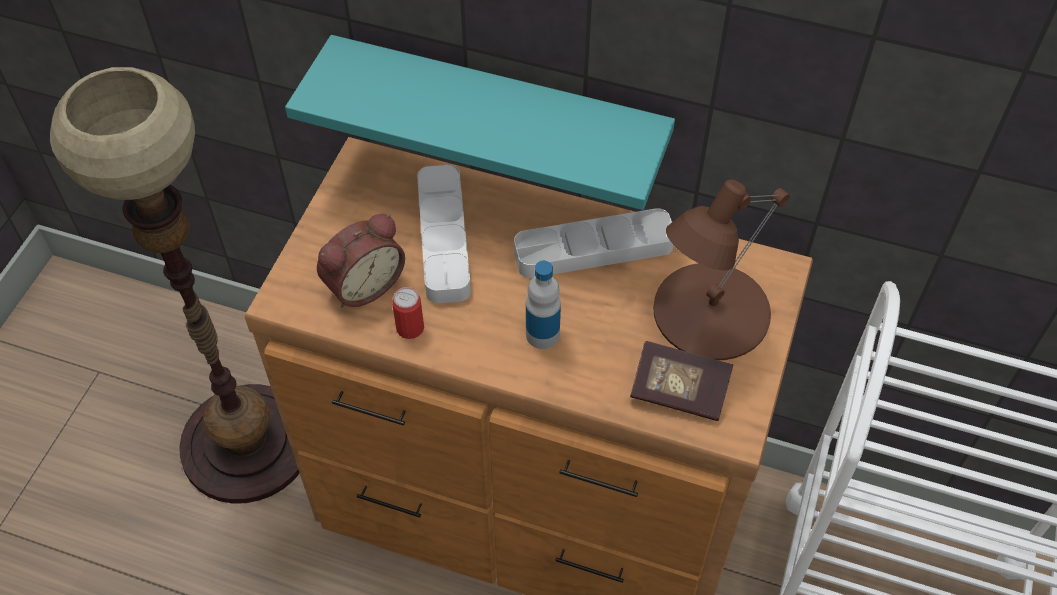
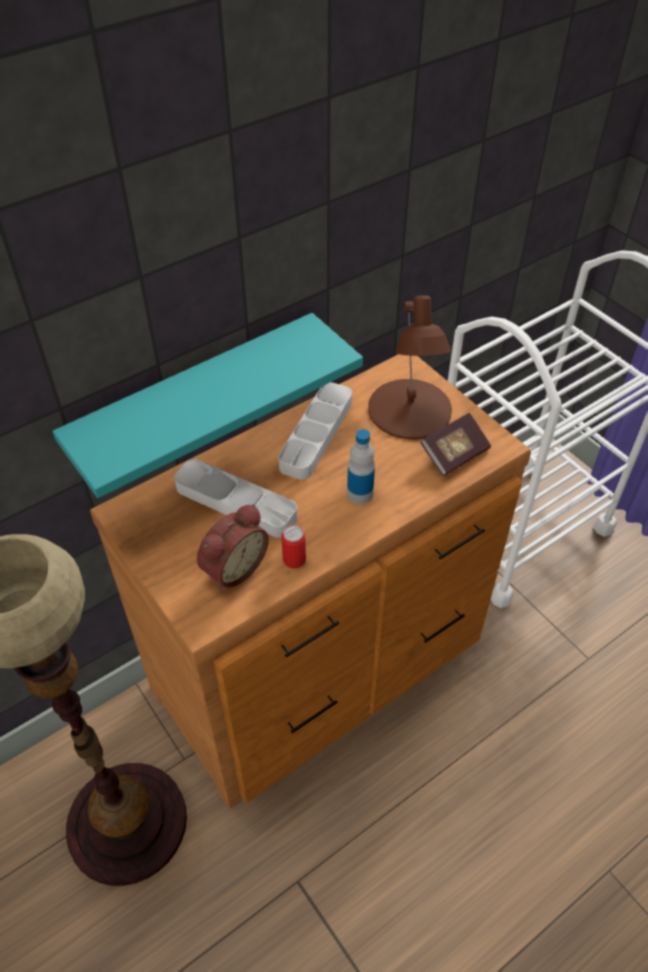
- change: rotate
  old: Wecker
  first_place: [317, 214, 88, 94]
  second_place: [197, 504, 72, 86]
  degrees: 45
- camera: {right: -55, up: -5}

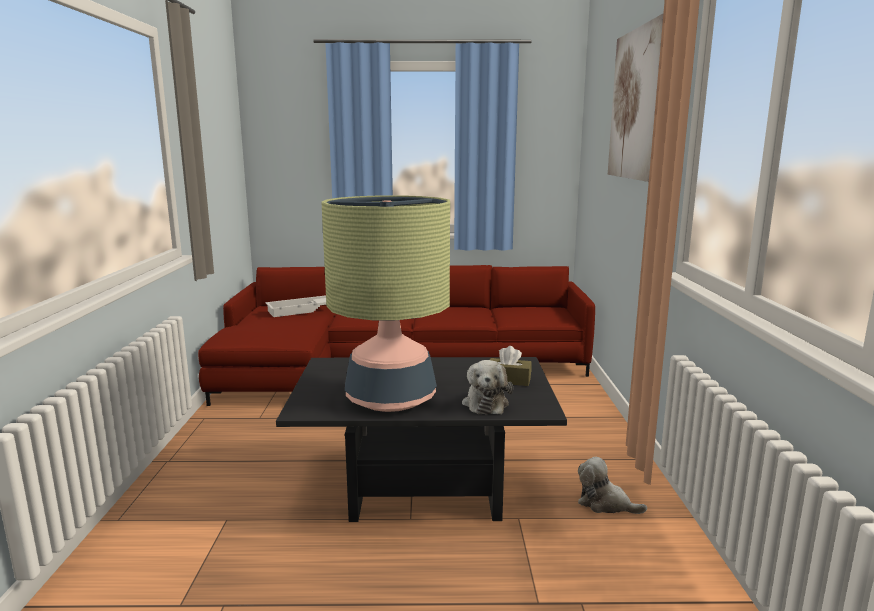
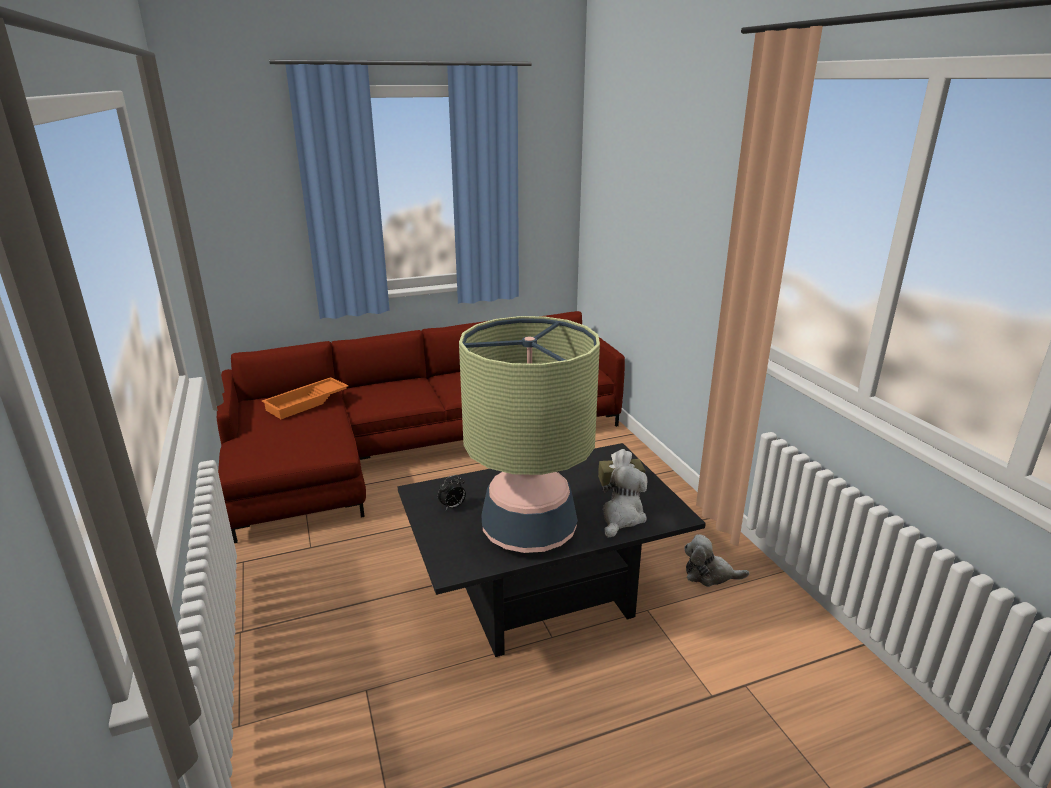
- change: recolor
  old: Tablett [weiß]
  new: Tablett [orange]
  first_place: [266, 295, 60, 22]
  second_place: [262, 377, 86, 42]
- change: rotate
  old: Plüschtier
  first_place: [462, 360, 51, 54]
  second_place: [602, 466, 46, 72]
  degrees: -135
- change: delete
  old: Bild
  first_place: [608, 14, 55, 168]
- change: insert
  new: Wecker
  second_place: [438, 475, 28, 35]
- camera: {right: -20, up: 10}

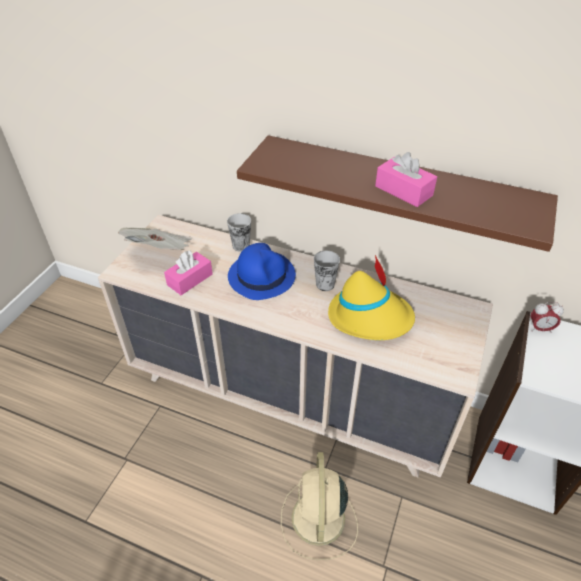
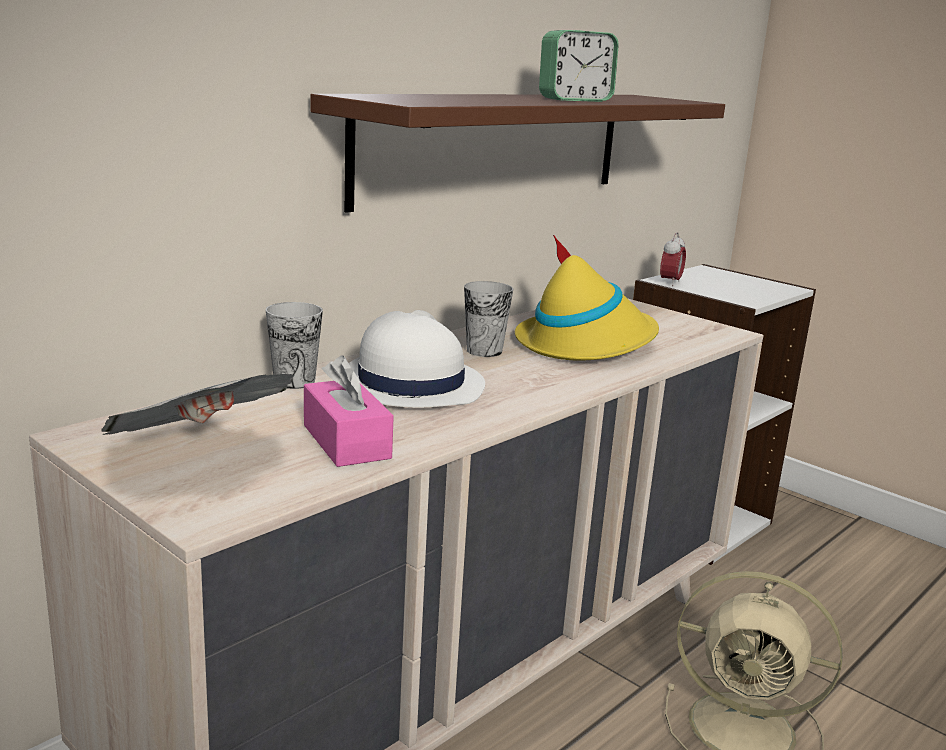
- change: recolor
  old: Hut [blau]
  new: Hut [weiß]
  first_place: [228, 243, 68, 57]
  second_place: [349, 310, 136, 97]
- change: replace
  old: Taschentuchbox [rosa]
  new: Wecker
  first_place: [375, 152, 62, 55]
  second_place: [539, 30, 80, 72]
- camera: {right: -70, up: -25}

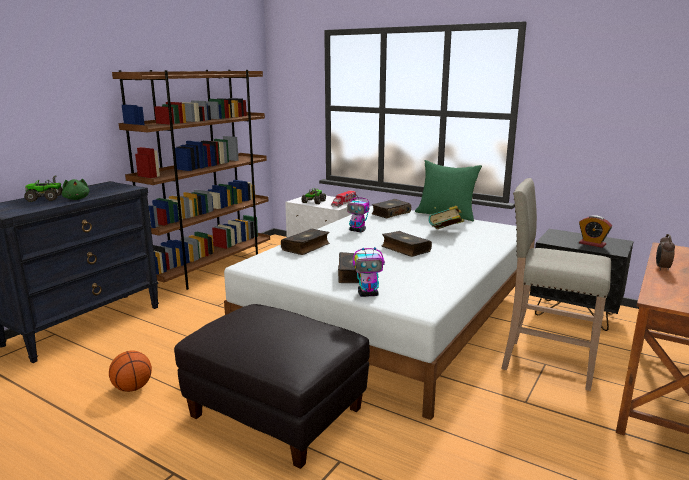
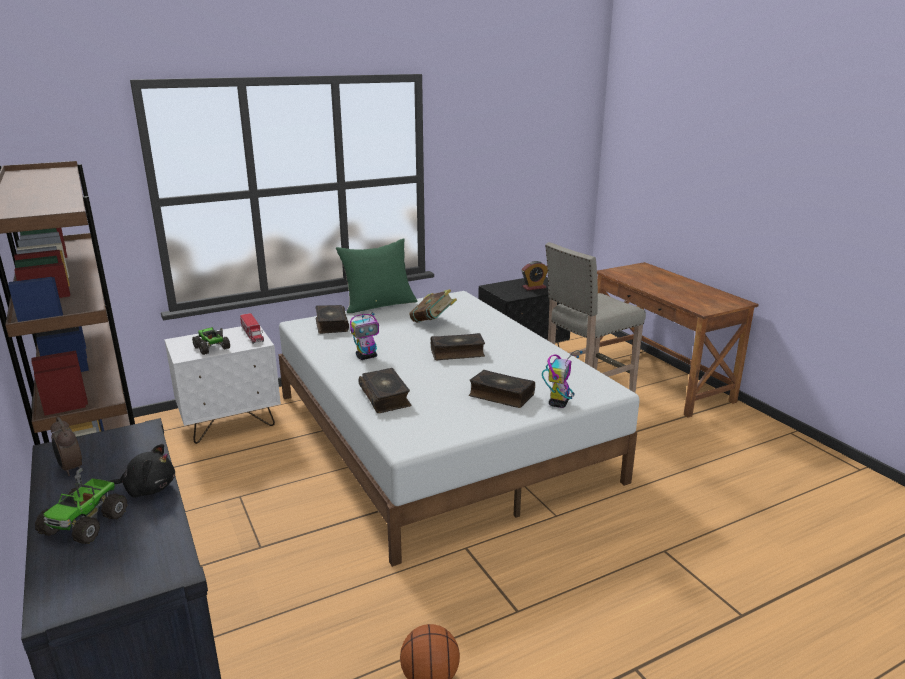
- change: recolor
  old: Plüschtier [grün]
  new: Plüschtier [schwarz]
  first_place: [62, 179, 27, 21]
  second_place: [110, 444, 65, 53]
- change: delete
  old: Polsterhocker [schwarz]
  first_place: [174, 304, 196, 165]
- change: move
  old: Wecker
  first_place: [656, 234, 19, 37]
  second_place: [50, 417, 32, 59]
- camera: {right: -60, up: 5}

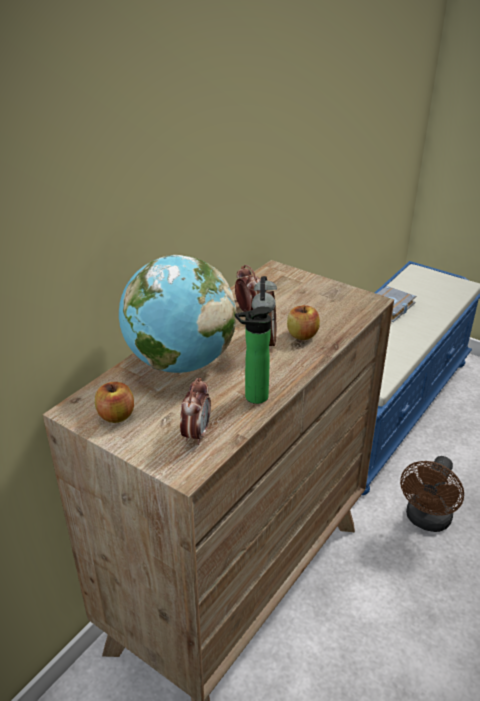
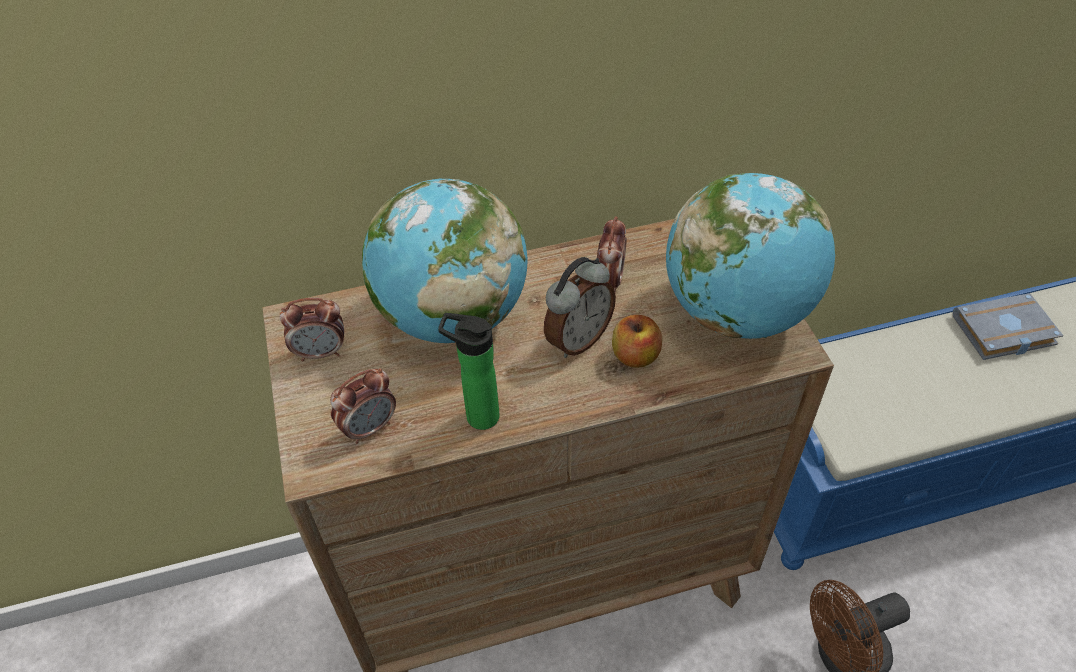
- change: replace
  old: Apfel
  new: Wecker
  first_place: [95, 382, 39, 41]
  second_place: [280, 298, 64, 63]
- change: insert
  new: Globus
  second_place: [666, 173, 169, 166]
- camera: {right: 40, up: 15}

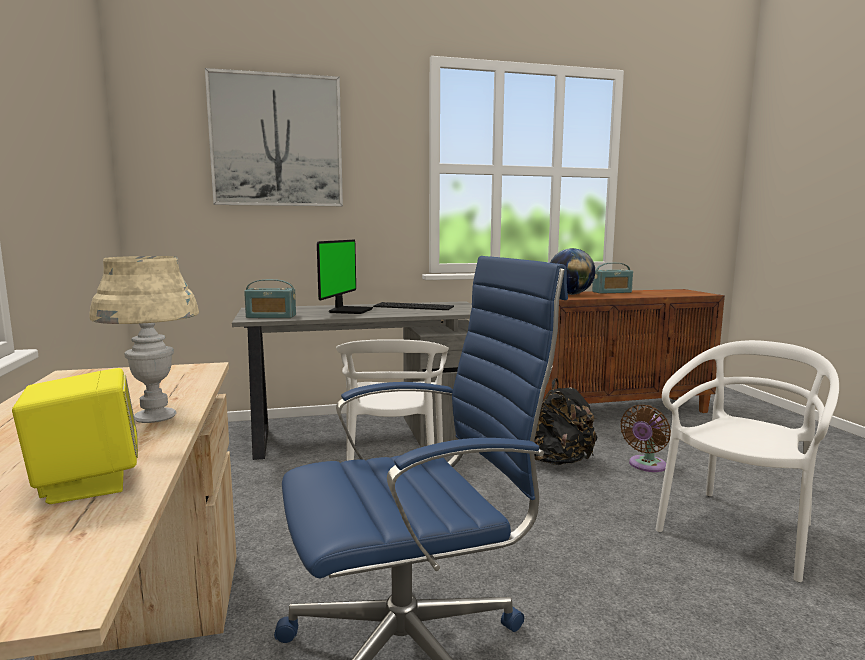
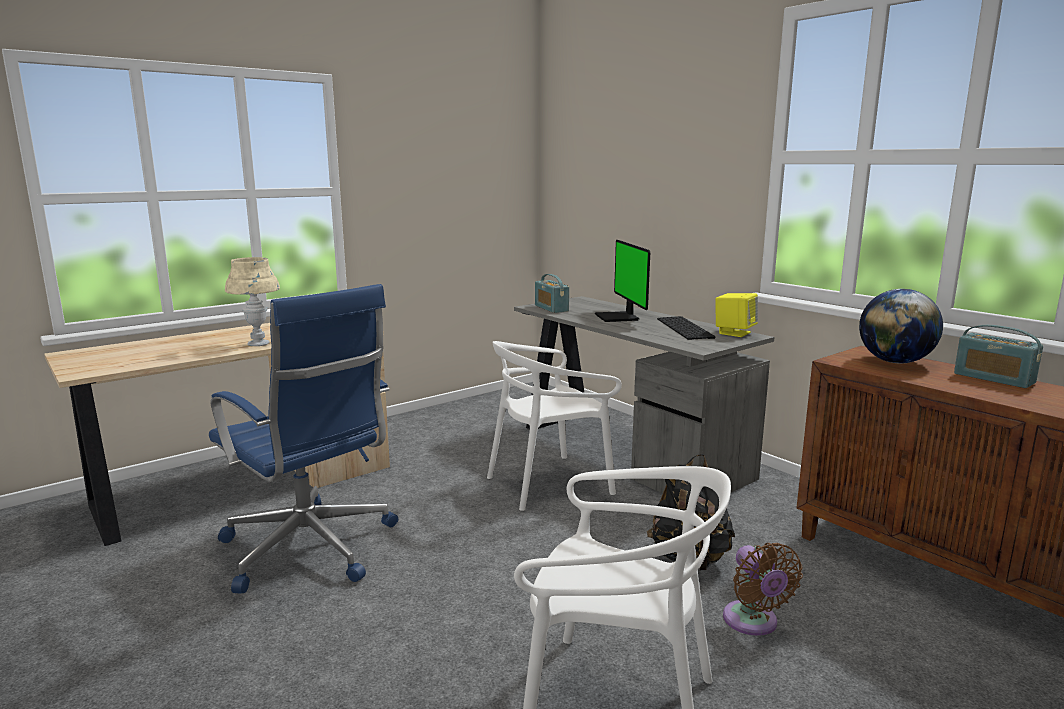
- change: move
  old: Lautsprecher [gelb]
  first_place: [12, 368, 126, 136]
  second_place: [715, 293, 43, 44]
- change: delete
  old: Bild
  first_place: [205, 68, 138, 138]
- change: rotate
  old: Monitor
  first_place: [317, 240, 56, 74]
  second_place: [595, 240, 55, 82]
  degrees: 90
- change: rotate
  old: Ventilator [braun]
  first_place: [620, 405, 51, 67]
  second_place: [723, 543, 80, 93]
  degrees: -120
- camera: {right: 65, up: 5}

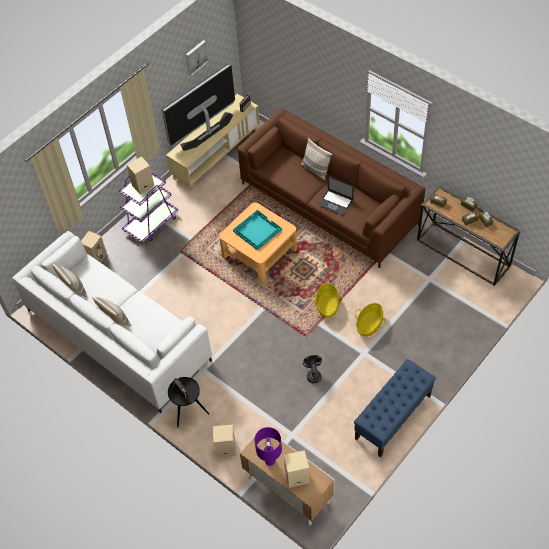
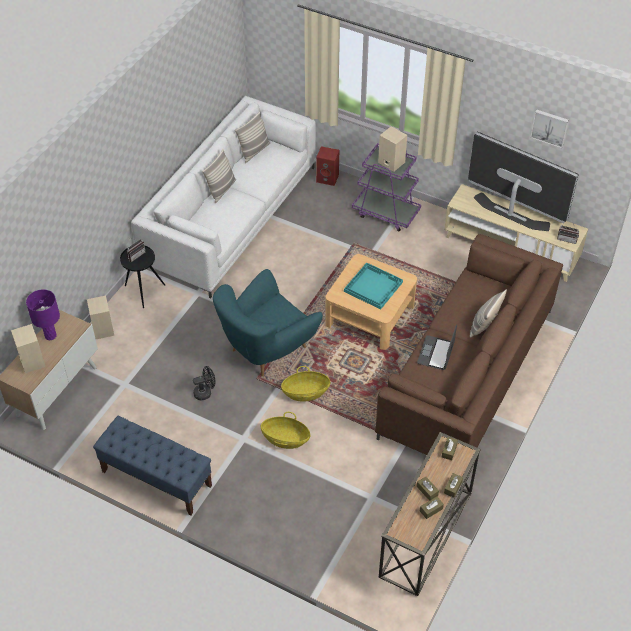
- change: recolor
  old: Lautsprecher [beige]
  new: Lautsprecher [rot]
  first_place: [81, 231, 26, 32]
  second_place: [316, 146, 23, 40]
- change: insert
  new: Sessel [türkis]
  second_place: [213, 269, 110, 108]
- camera: {right: 75, up: -5}

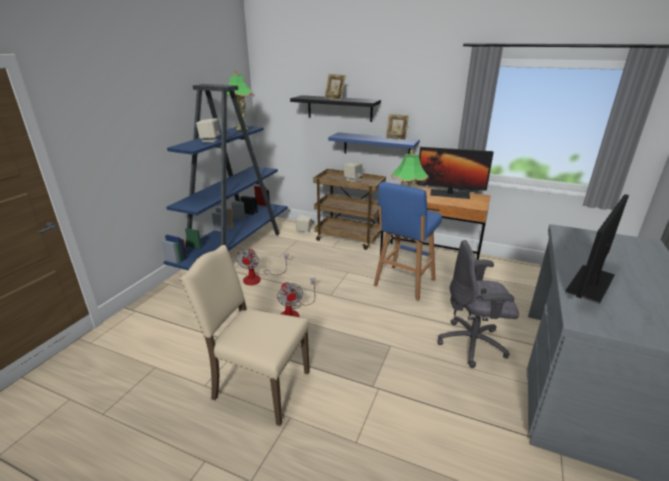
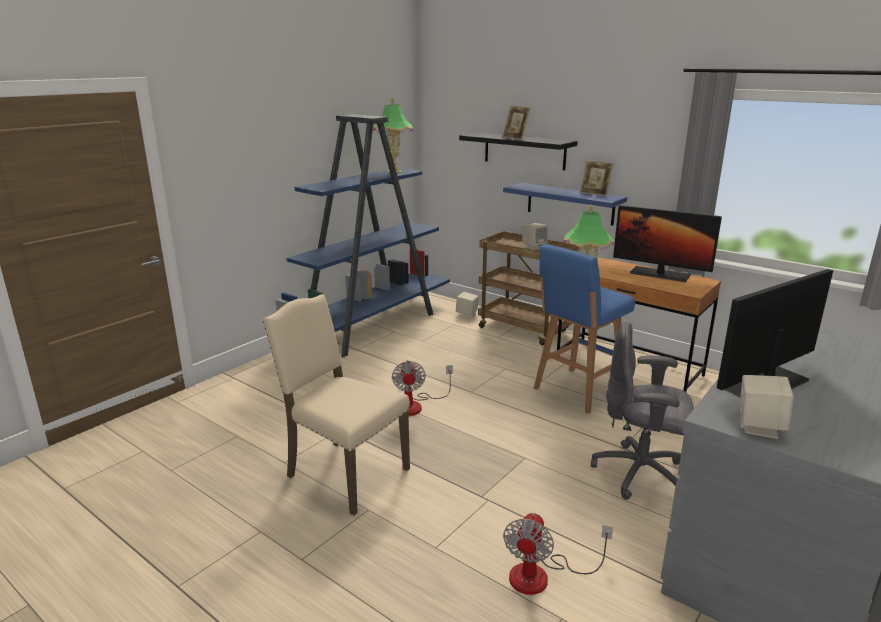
- change: move
  old: Lautsprecher [beige]
  first_place: [196, 118, 25, 24]
  second_place: [739, 375, 55, 64]
- change: move
  old: Ventilator
  first_place: [236, 248, 53, 37]
  second_place: [503, 513, 110, 82]
- camera: {right: 15, up: -5}

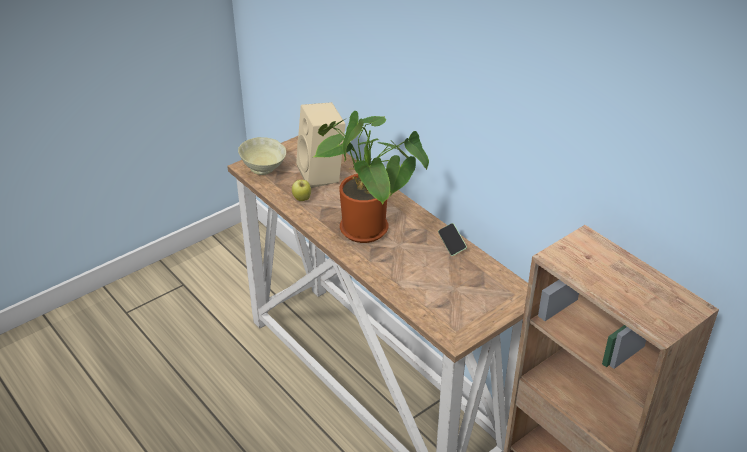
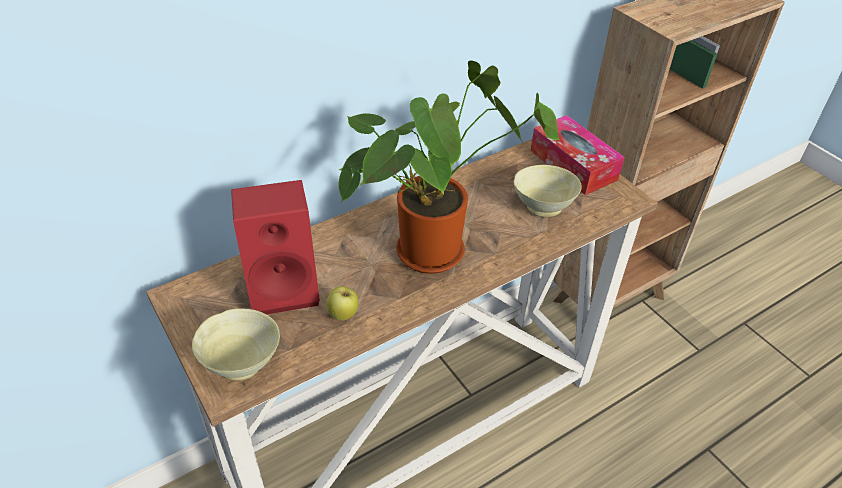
- change: recolor
  old: Lautsprecher [beige]
  new: Lautsprecher [rot]
  first_place: [296, 102, 50, 86]
  second_place: [231, 180, 89, 134]
- change: delete
  old: Handy
  first_place: [438, 223, 29, 33]
- change: insert
  new: Schüssel [beige]
  second_place: [513, 165, 69, 52]
- change: insert
  new: Taschentuchbox
  second_place: [530, 115, 94, 80]
- camera: {right: -85, up: 5}

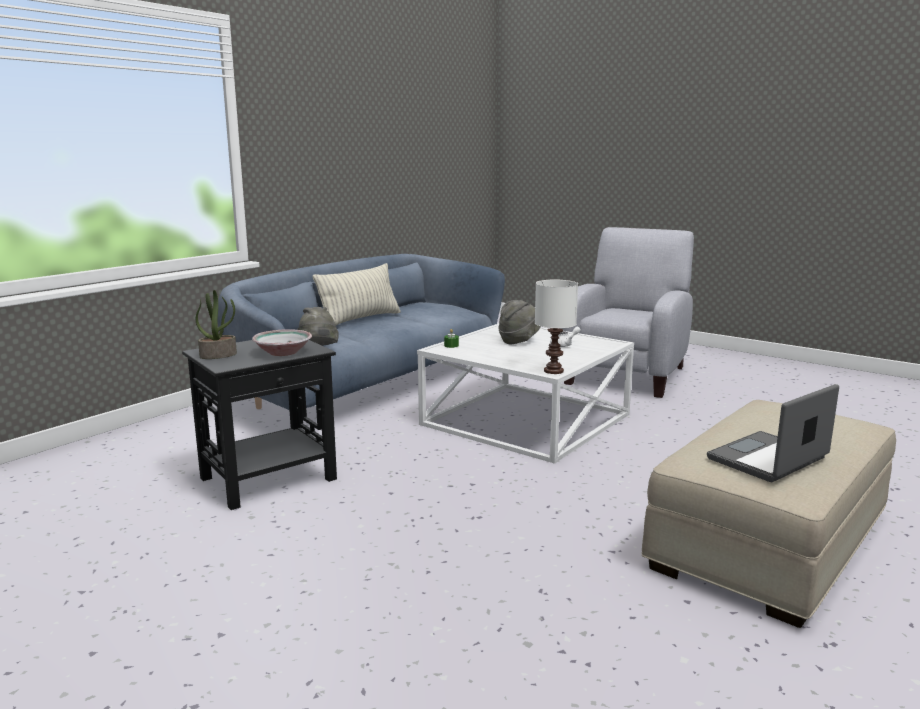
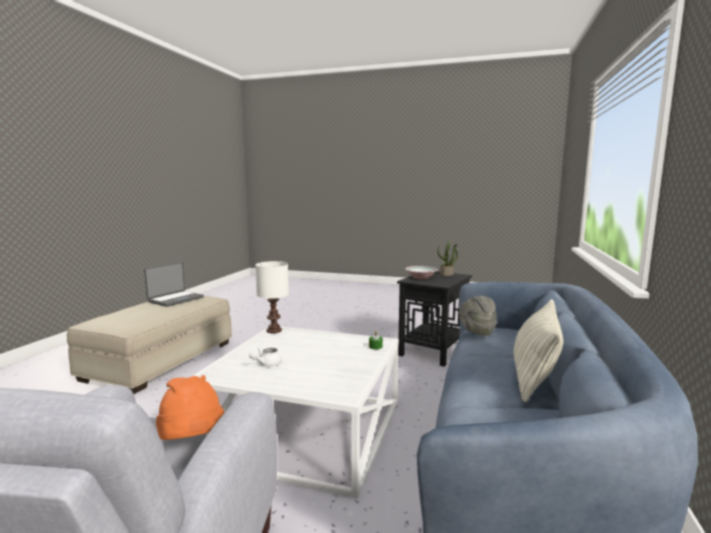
- change: delete
  old: Hut [grau]
  first_place: [498, 300, 43, 44]
- change: insert
  new: Hut [orange]
  second_place: [156, 375, 69, 65]
- camera: {right: 160, up: -5}

